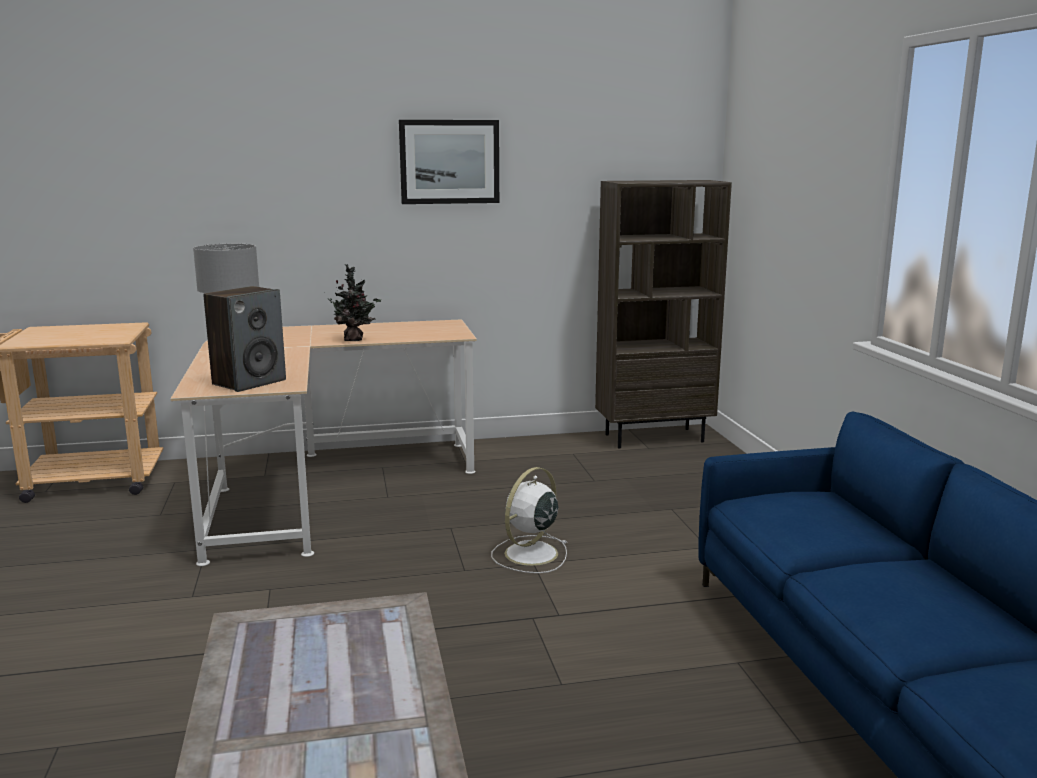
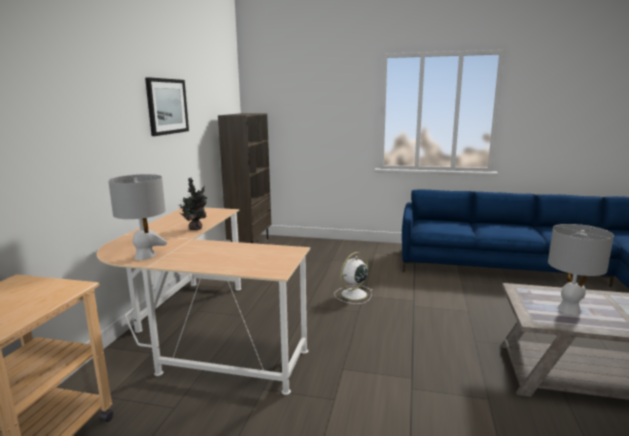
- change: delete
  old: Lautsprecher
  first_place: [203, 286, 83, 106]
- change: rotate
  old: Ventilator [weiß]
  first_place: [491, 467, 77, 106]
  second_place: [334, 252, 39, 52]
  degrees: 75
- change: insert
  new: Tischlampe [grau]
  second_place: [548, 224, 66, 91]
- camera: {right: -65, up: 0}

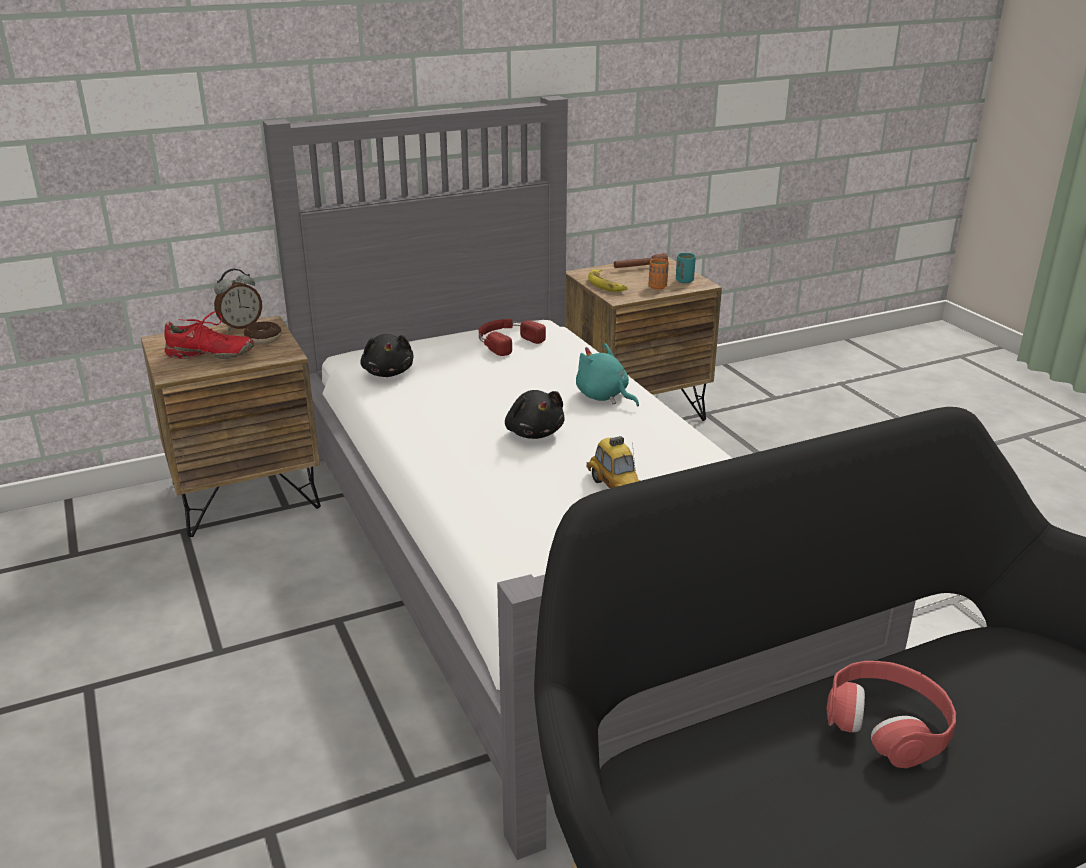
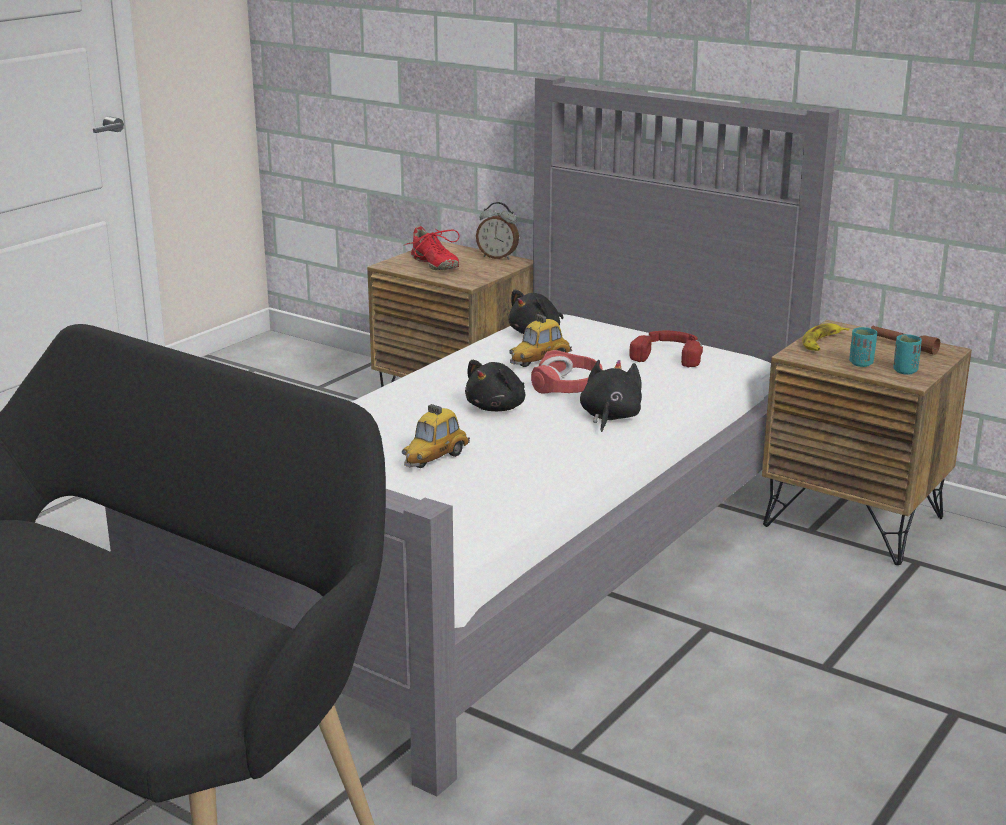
- change: delete
  old: Donut
  first_place: [244, 321, 37, 23]
- change: recolor
  old: Plüschtier [türkis]
  new: Plüschtier [schwarz]
  first_place: [576, 343, 63, 63]
  second_place: [580, 360, 62, 72]
- change: recolor
  old: Tasse [orange]
  new: Tasse [türkis]
  first_place: [649, 258, 20, 32]
  second_place: [849, 327, 28, 40]
- change: move
  old: Kopfhörer [rot]
  first_place: [827, 661, 129, 107]
  second_place: [531, 350, 72, 43]
- change: insert
  new: Spielzeugauto
  second_place: [509, 314, 63, 53]
- camera: {right: 60, up: -5}

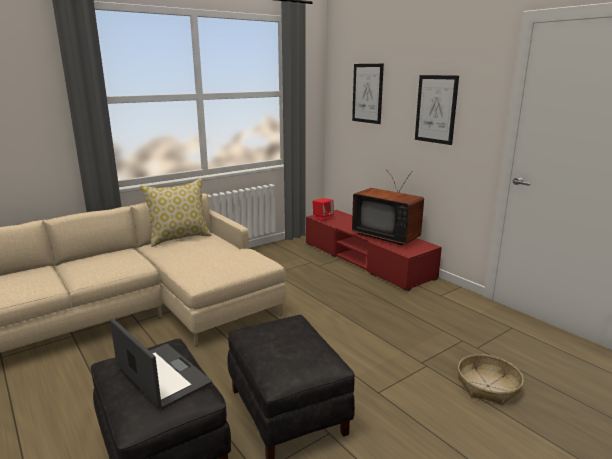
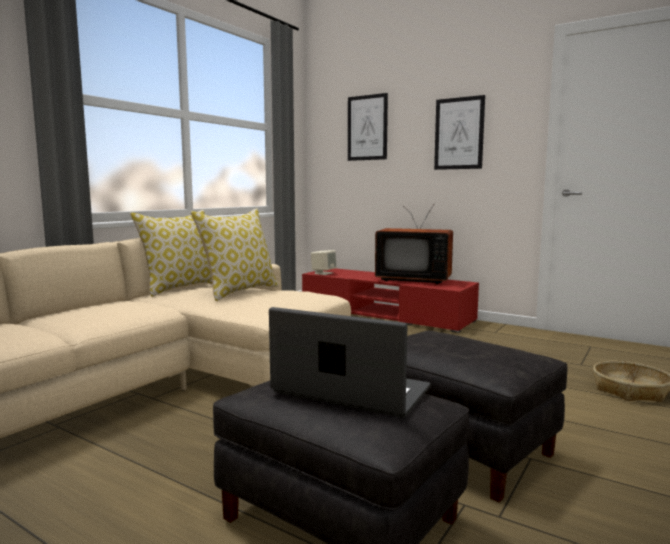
- change: recolor
  old: Lautsprecher [rot]
  new: Lautsprecher [beige]
  first_place: [312, 198, 22, 23]
  second_place: [311, 250, 26, 25]
- change: insert
  new: Kissen
  second_place: [191, 208, 88, 93]
- camera: {right: -20, up: -10}

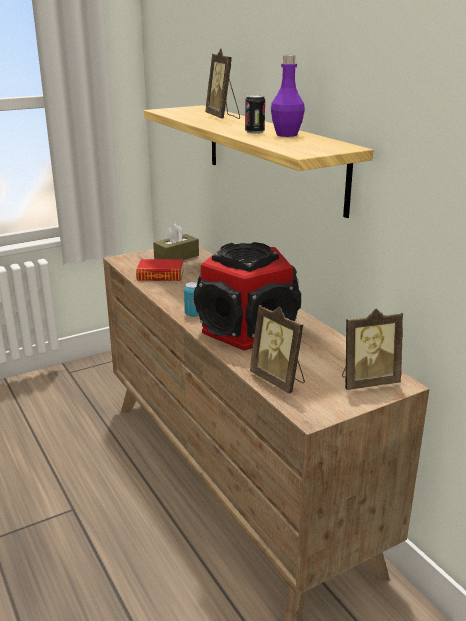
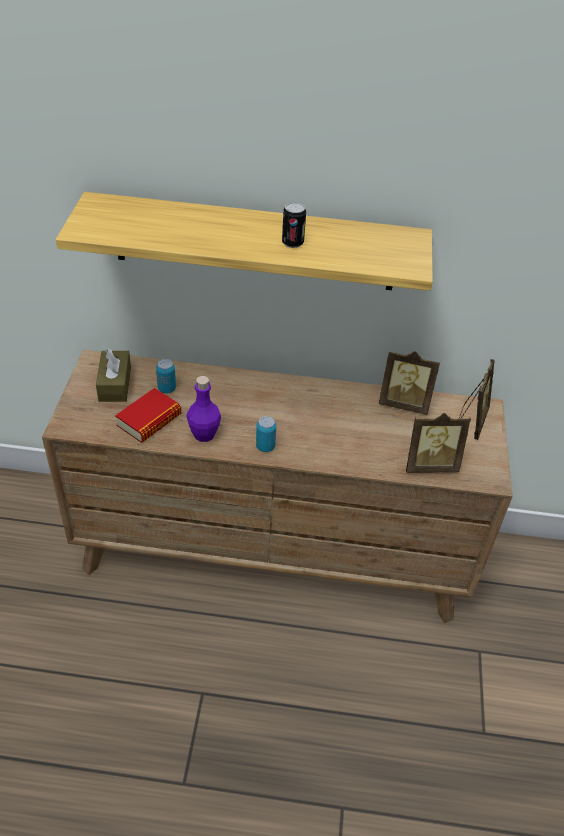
- change: delete
  old: Lautsprecher
  first_place: [194, 242, 107, 108]
- change: move
  old: Bilderrahmen
  first_place: [205, 49, 35, 70]
  second_place: [379, 350, 61, 65]
- change: move
  old: Flasche [lila]
  first_place: [271, 55, 34, 82]
  second_place: [186, 376, 35, 66]
- change: insert
  new: Dose
  second_place: [156, 359, 20, 34]
- camera: {right: -55, up: 20}

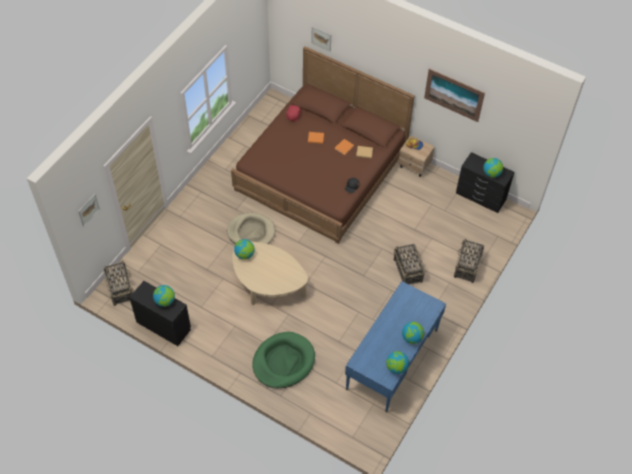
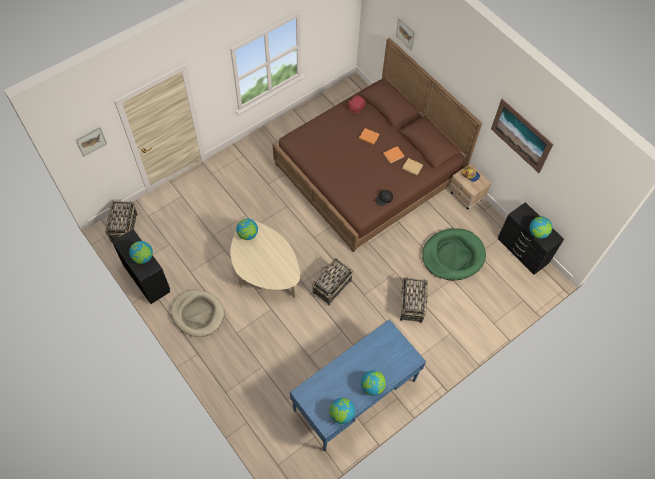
- change: move
  old: Hundebett [beige]
  first_place: [227, 213, 48, 31]
  second_place: [171, 290, 54, 47]
- change: move
  old: Hundebett [grün]
  first_place: [252, 332, 63, 56]
  second_place: [422, 228, 64, 53]
- change: move
  old: Korb
  first_place: [454, 239, 31, 44]
  second_place: [312, 258, 41, 47]
- camera: {right: 20, up: 5}

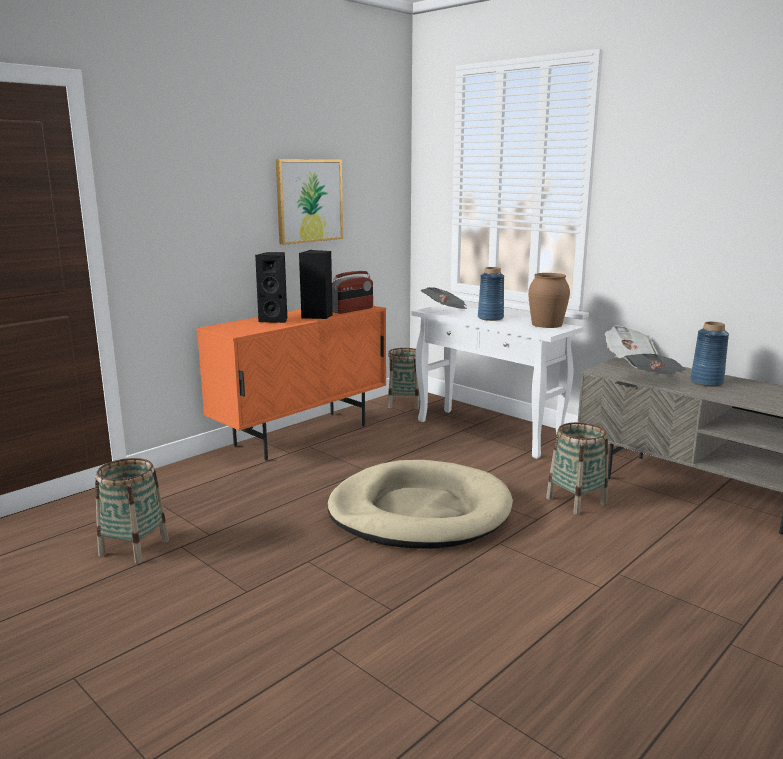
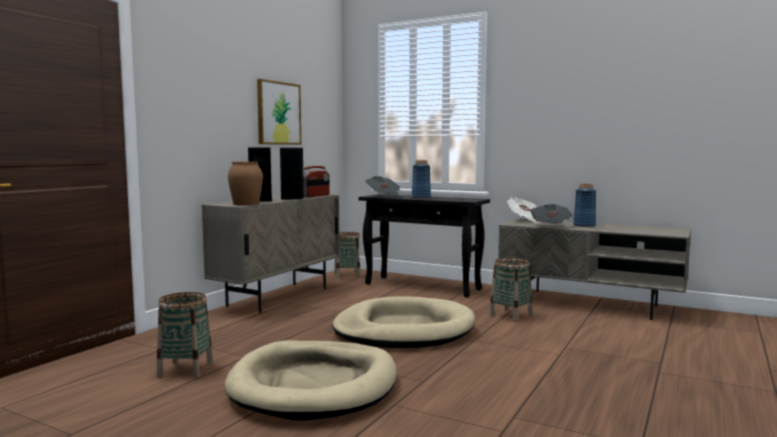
- change: recolor
  old: Schrank [orange]
  new: Schrank [beige]
  first_place: [197, 306, 189, 155]
  second_place: [201, 195, 139, 118]
- change: recolor
  old: Konsolentisch [weiß]
  new: Konsolentisch [schwarz]
  first_place: [412, 305, 171, 154]
  second_place: [359, 194, 131, 103]
- change: move
  old: Vase [braun]
  first_place: [528, 273, 42, 55]
  second_place: [228, 162, 35, 43]
- change: insert
  new: Hundebett [beige]
  second_place: [225, 341, 172, 79]
- camera: {right: -15, up: -10}

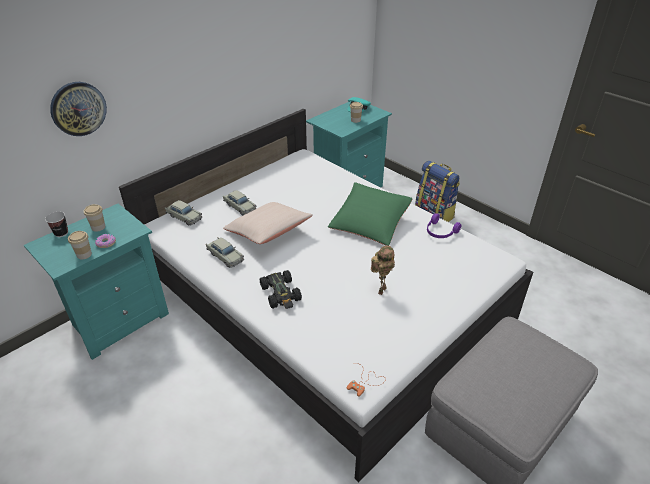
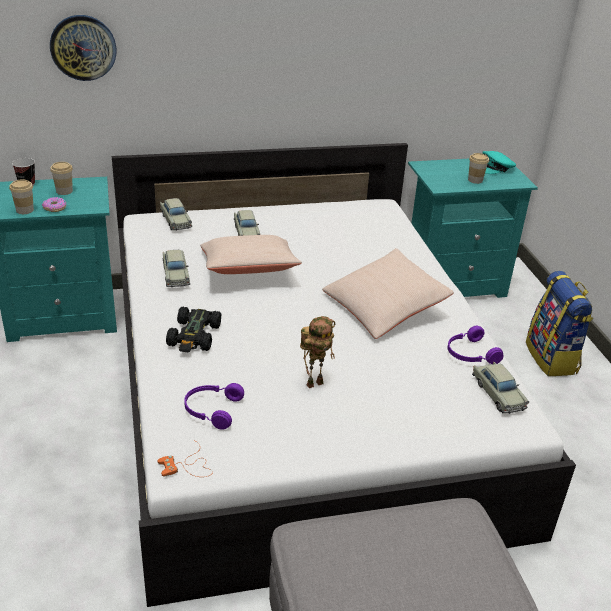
- change: recolor
  old: Kissen [grün]
  new: Kissen [beige]
  first_place: [328, 182, 84, 64]
  second_place: [322, 248, 132, 91]
- change: insert
  new: Kopfhörer [lila]
  second_place: [184, 383, 60, 47]
- change: insert
  new: Spielzeugauto [beige]
  second_place: [472, 362, 57, 52]
- camera: {right: 30, up: -5}

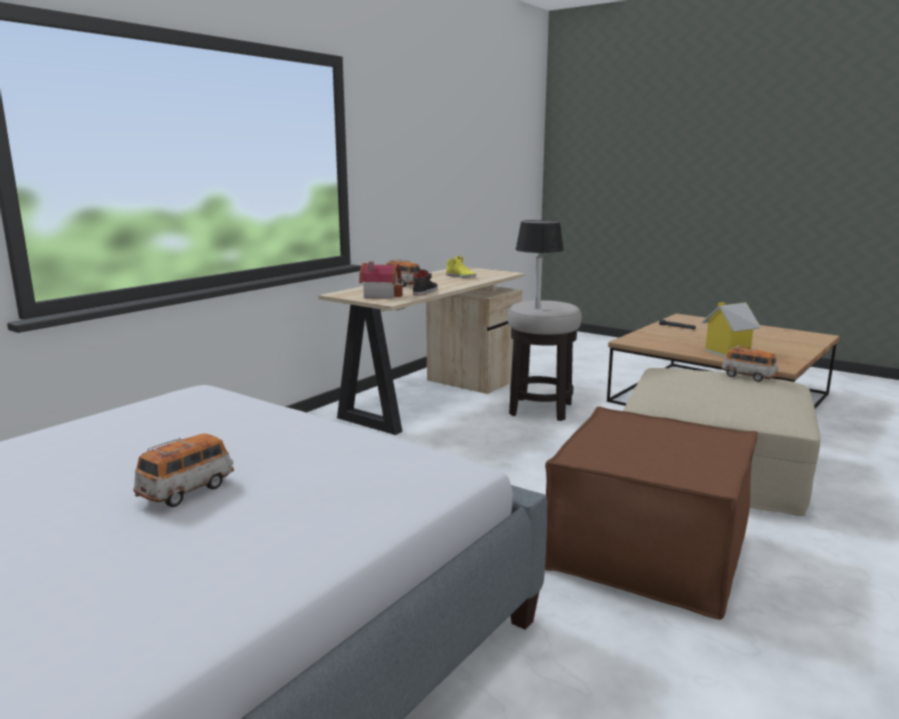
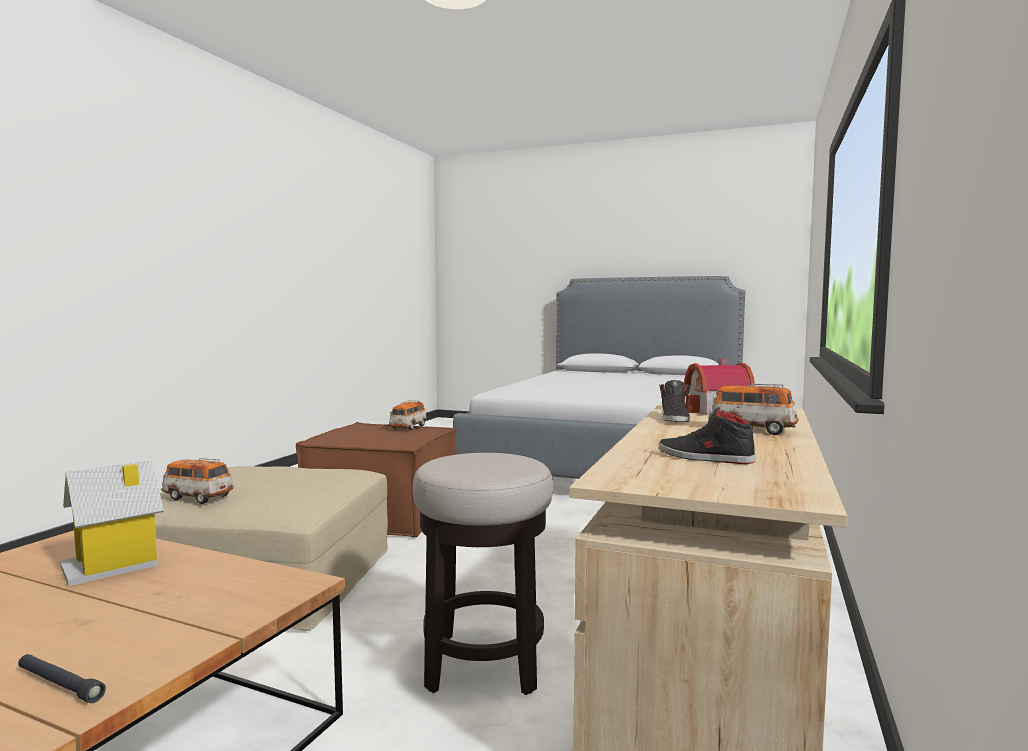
- change: move
  old: Spielzeugauto
  first_place: [133, 434, 101, 73]
  second_place: [389, 400, 38, 30]
- change: recolor
  old: Schuh [gelb]
  new: Schuh [schwarz]
  first_place: [446, 256, 30, 22]
  second_place: [658, 407, 98, 57]
- change: delete
  old: Tischlampe [schwarz]
  first_place: [515, 220, 49, 89]
- camera: {right: 165, up: -10}

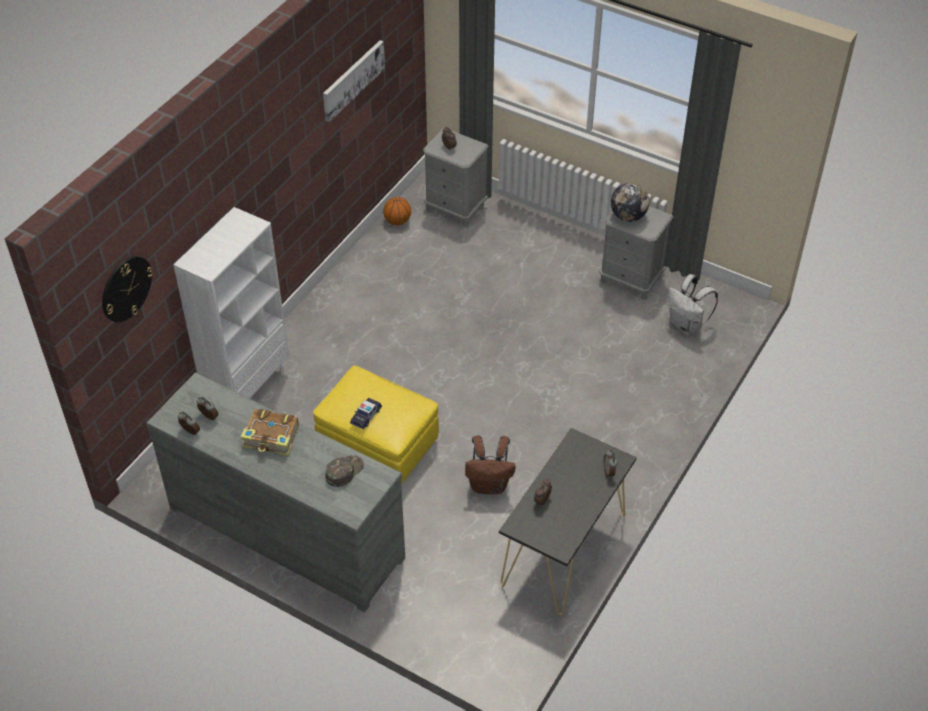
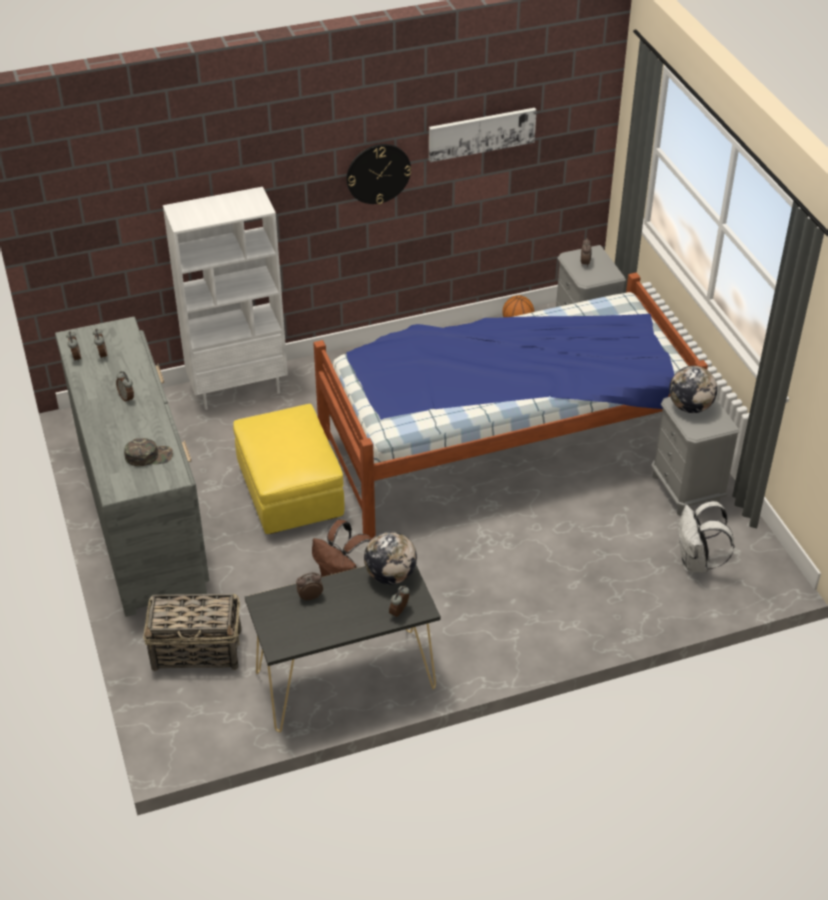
- change: move
  old: Wanduhr
  first_place: [102, 256, 51, 66]
  second_place: [346, 144, 65, 60]
- change: replace
  old: Buch
  new: Wecker
  first_place: [241, 409, 58, 47]
  second_place: [116, 371, 18, 32]
- change: delete
  old: Spielzeugauto
  first_place: [350, 398, 32, 32]
- change: insert
  new: Korb
  second_place: [143, 594, 98, 77]
- change: insert
  new: Bett
  second_place: [313, 272, 395, 266]
- change: insert
  new: Globus
  second_place: [364, 531, 53, 54]
- camera: {right: 40, up: -5}

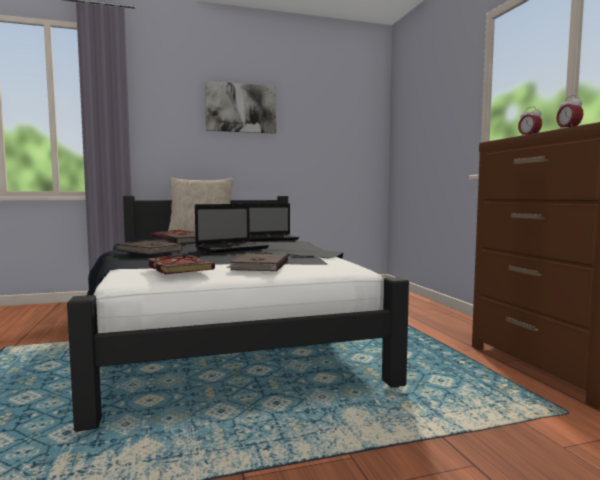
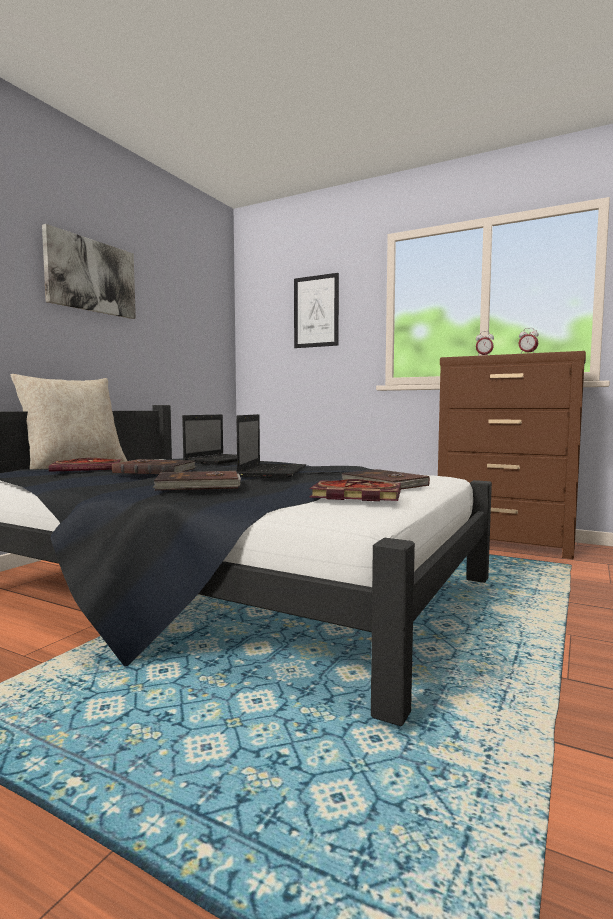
- change: insert
  new: Bild
  second_place: [294, 273, 45, 75]
- camera: {right: -45, up: 0}

